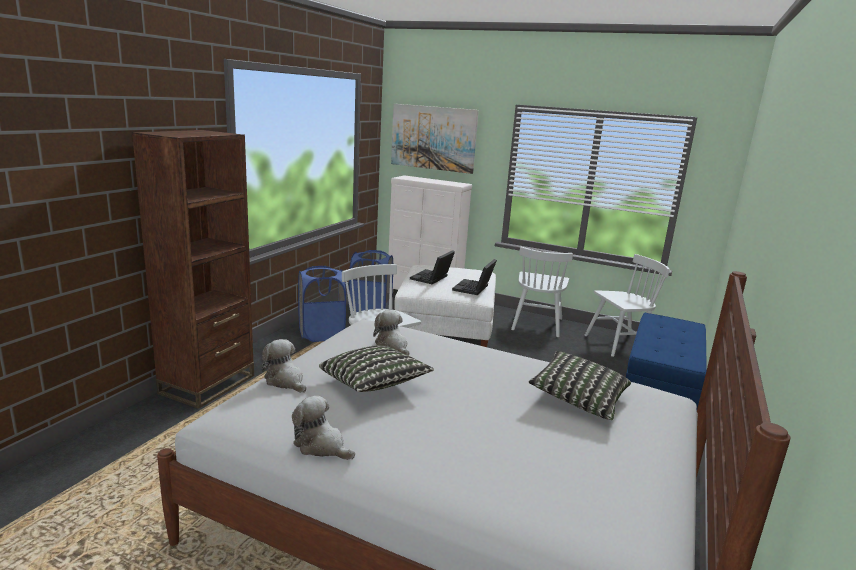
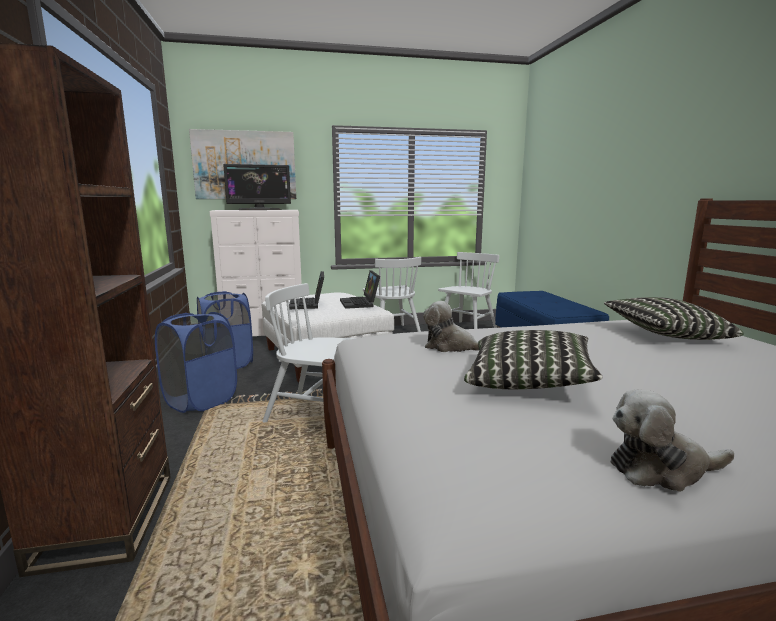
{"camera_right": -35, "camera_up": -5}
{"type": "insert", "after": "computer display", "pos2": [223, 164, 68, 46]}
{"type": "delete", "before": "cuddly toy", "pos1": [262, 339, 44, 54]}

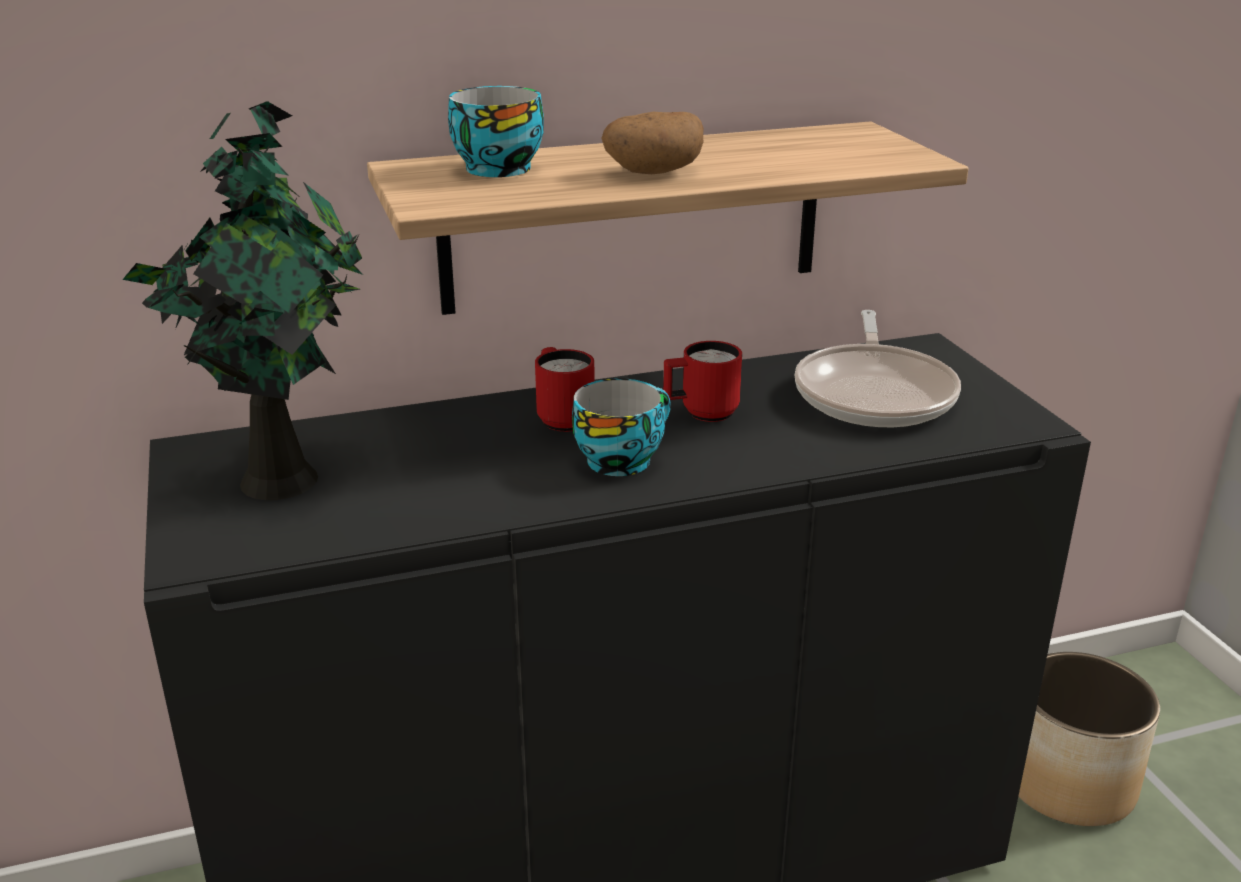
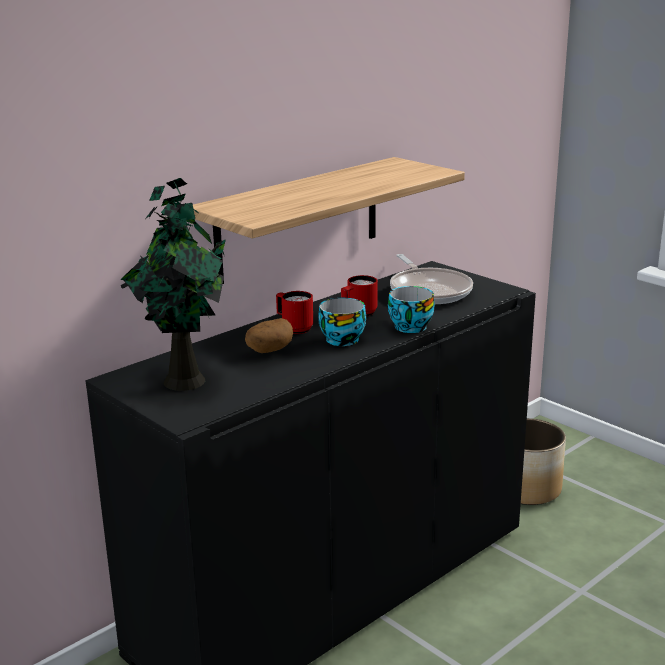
{"camera_right": -25, "camera_up": -5}
{"type": "move", "before": "whole potato", "pos1": [601, 112, 103, 62], "pos2": [245, 318, 48, 35]}
{"type": "move", "before": "drinking cup", "pos1": [448, 86, 96, 91], "pos2": [388, 286, 46, 47]}

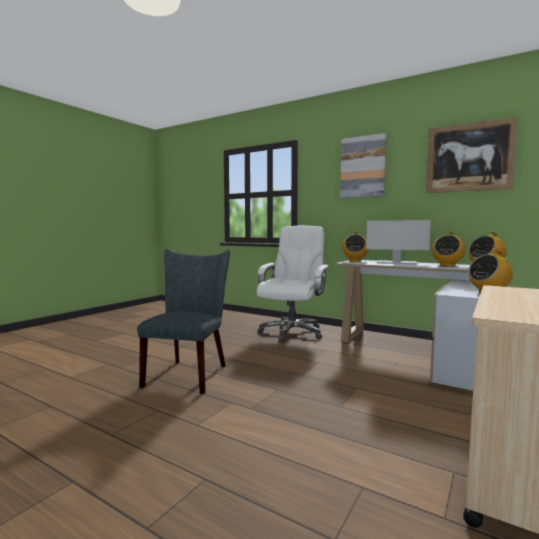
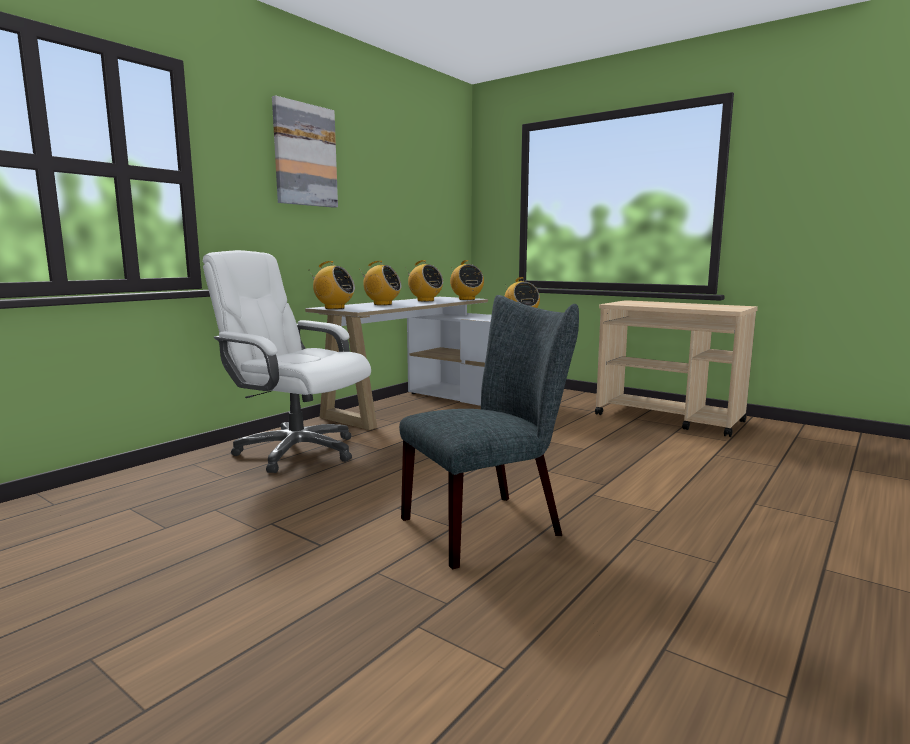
{"camera_right": -85, "camera_up": 5}
{"type": "replace", "before": "computer display", "after": "radio set", "pos1": [366, 220, 65, 45], "pos2": [360, 261, 41, 44]}
{"type": "rotate", "before": "chair in greyish", "pos1": [137, 249, 93, 145], "pos2": [399, 295, 180, 275], "turn": 135}
{"type": "delete", "before": "wall art", "pos1": [426, 117, 92, 76]}

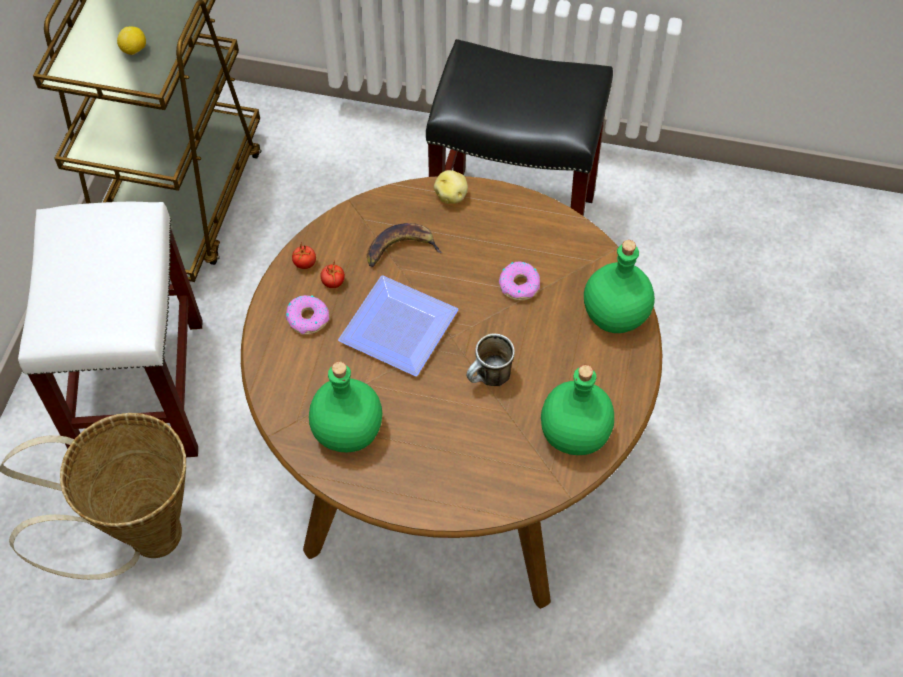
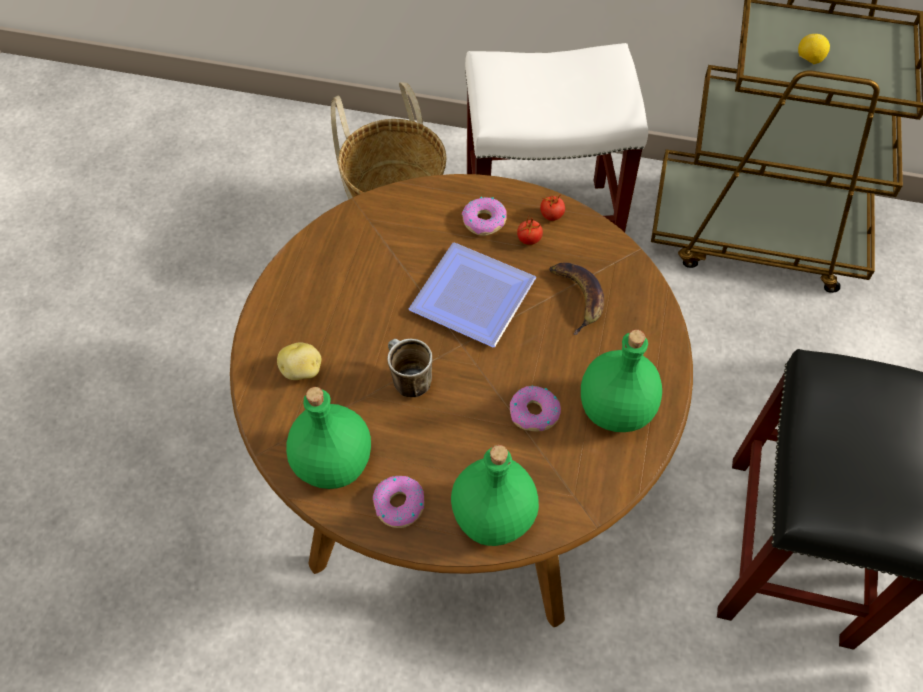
{"camera_right": 90, "camera_up": 0}
{"type": "move", "before": "whole potato", "pos1": [434, 170, 34, 34], "pos2": [277, 343, 45, 37]}
{"type": "insert", "after": "doughnut", "pos2": [373, 476, 51, 52]}
{"type": "move", "before": "bottle in green-coloured", "pos1": [309, 361, 73, 91], "pos2": [581, 329, 81, 103]}

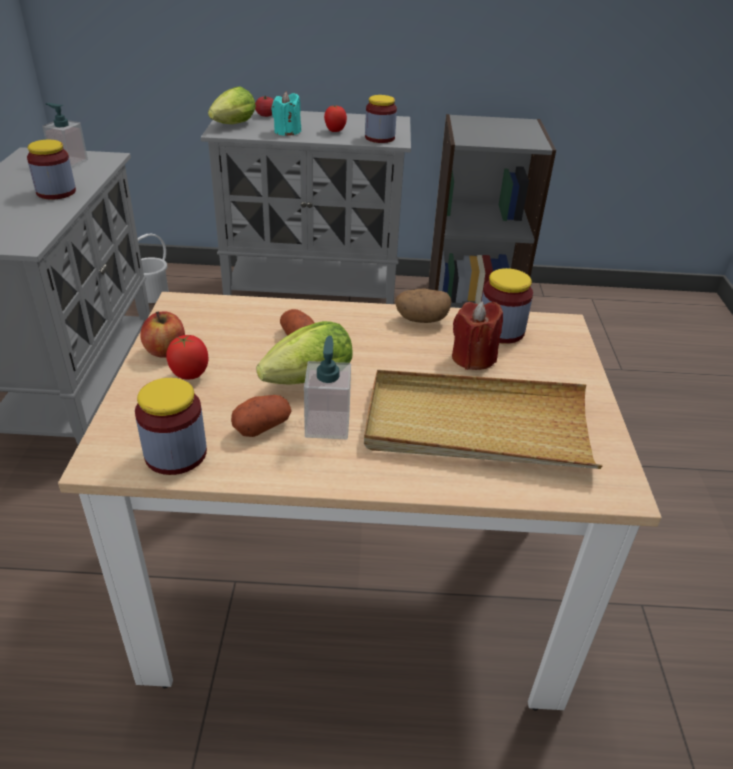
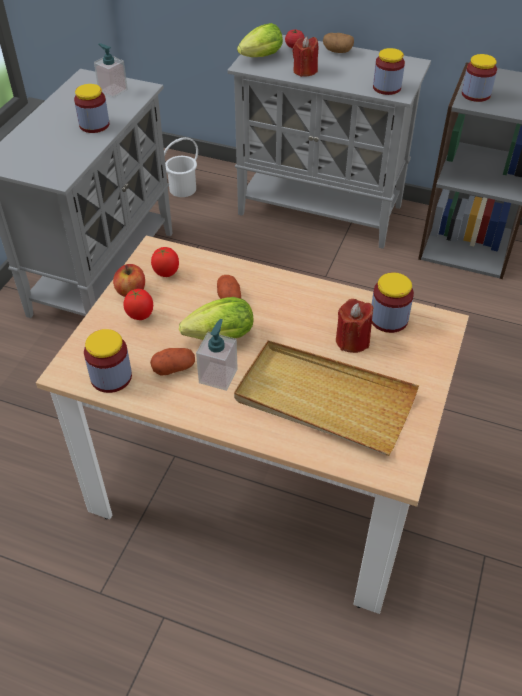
{"camera_right": 20, "camera_up": 10}
{"type": "move", "before": "whole tomato", "pos1": [324, 106, 23, 26], "pos2": [151, 247, 28, 30]}
{"type": "recolor", "before": "candle in blue-green", "after": "candle in red", "pos1": [271, 92, 30, 44], "pos2": [292, 36, 26, 41]}
{"type": "move", "before": "whole potato", "pos1": [395, 288, 56, 35], "pos2": [323, 33, 31, 20]}
{"type": "insert", "after": "jar", "pos2": [462, 54, 35, 48]}

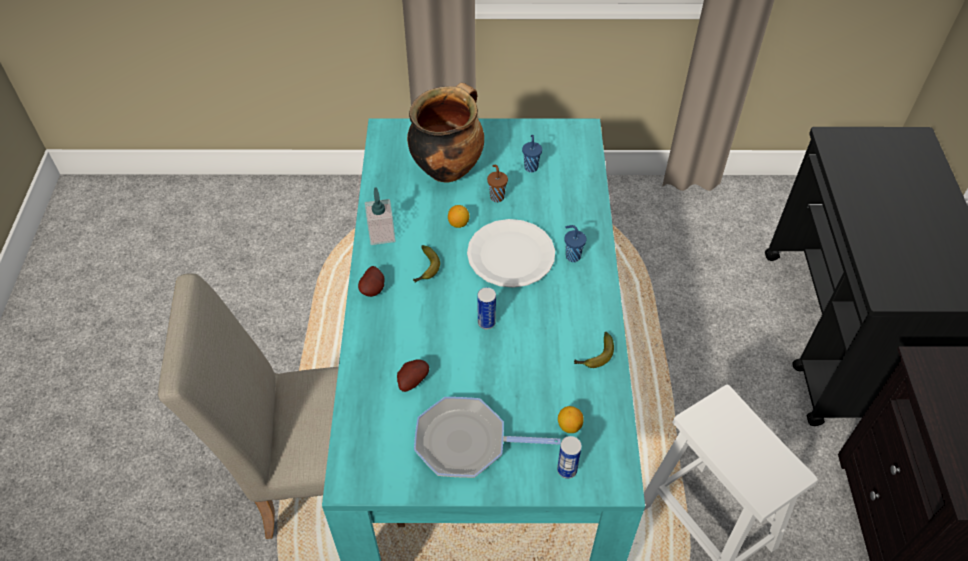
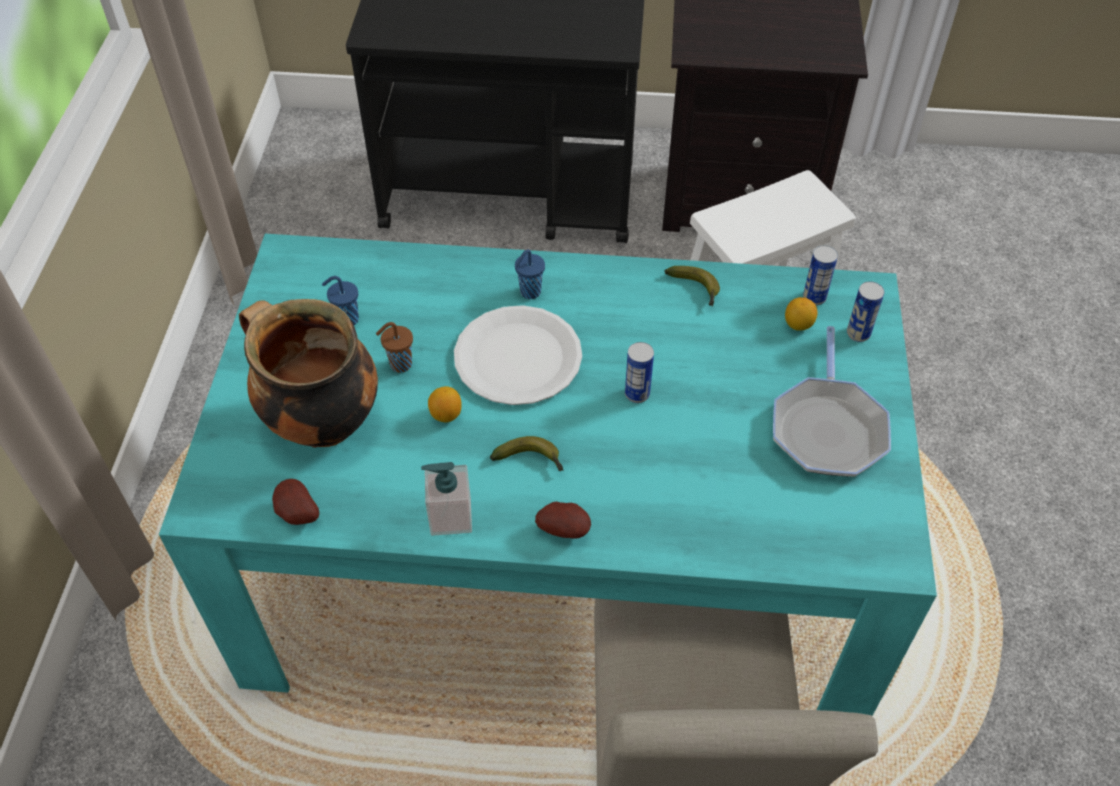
{"camera_right": -85, "camera_up": 0}
{"type": "move", "before": "whole potato", "pos1": [397, 359, 32, 33], "pos2": [272, 479, 47, 46]}
{"type": "insert", "after": "metal can", "pos2": [803, 245, 35, 60]}

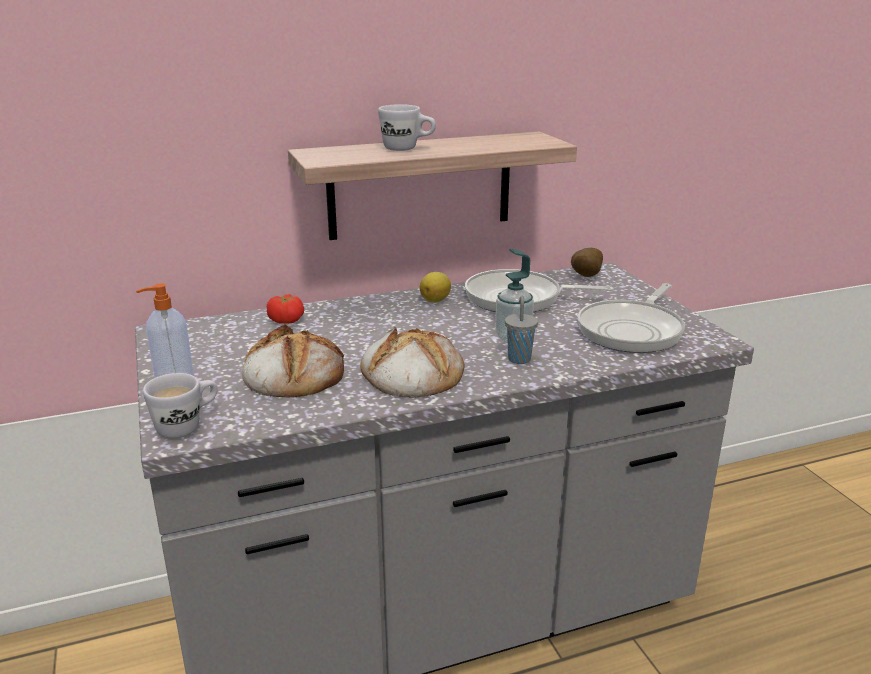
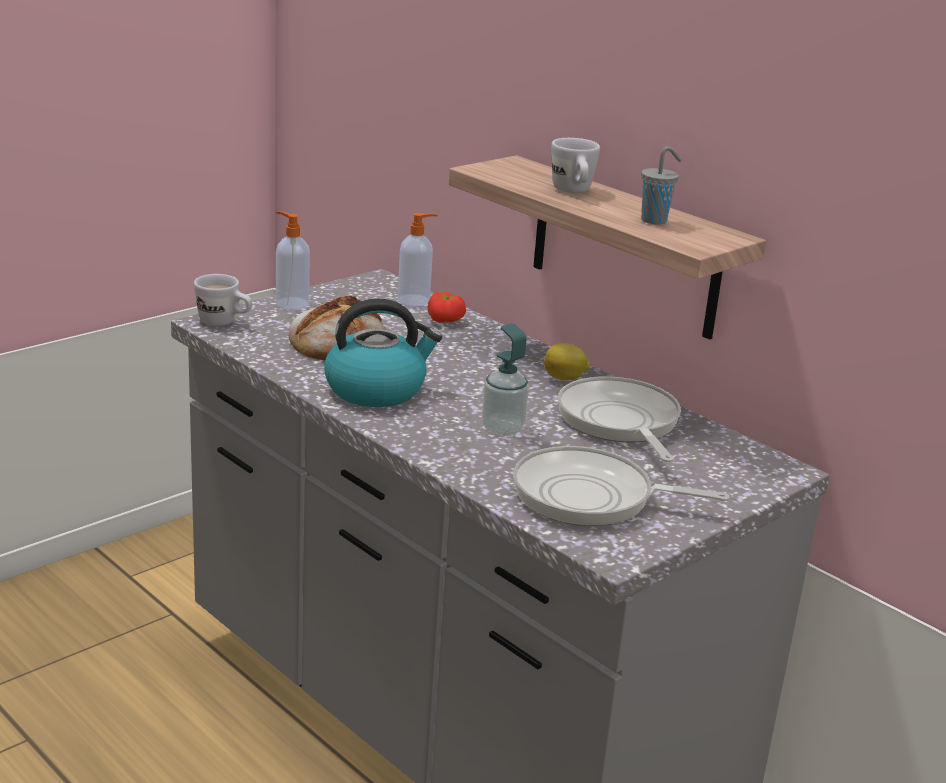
{"camera_right": 65, "camera_up": 0}
{"type": "replace", "before": "baked bread", "after": "tea kettle", "pos1": [361, 327, 104, 71], "pos2": [325, 299, 117, 108]}
{"type": "insert", "after": "liquid soap bottle", "pos2": [398, 213, 40, 93]}
{"type": "move", "before": "drinking cup in greyish", "pos1": [505, 296, 33, 68], "pos2": [641, 146, 41, 78]}
{"type": "delete", "before": "whole potato", "pos1": [571, 248, 32, 29]}

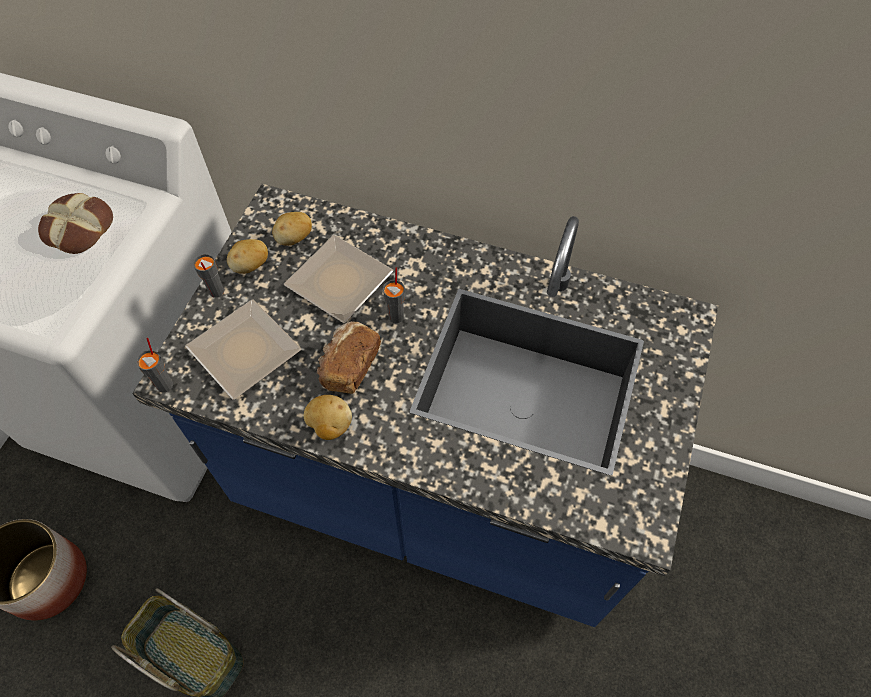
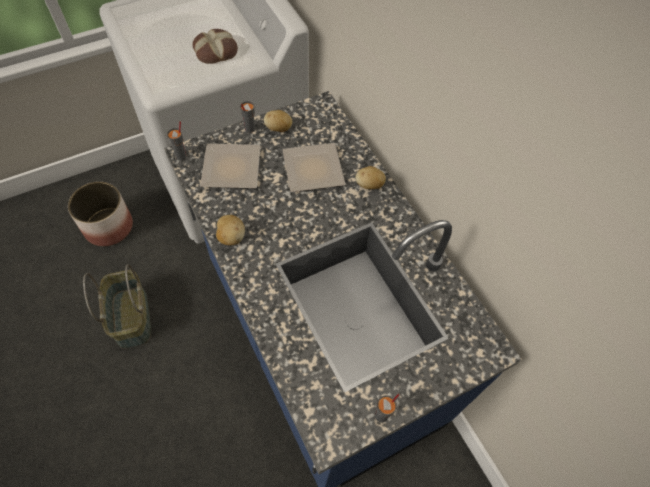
{"camera_right": 40, "camera_up": 0}
{"type": "move", "before": "whole potato", "pos1": [272, 212, 40, 34], "pos2": [355, 166, 31, 23]}
{"type": "move", "before": "drinking cup in greyish", "pos1": [383, 267, 22, 56], "pos2": [375, 394, 25, 28]}
{"type": "delete", "before": "baked bread", "pos1": [317, 321, 64, 73]}

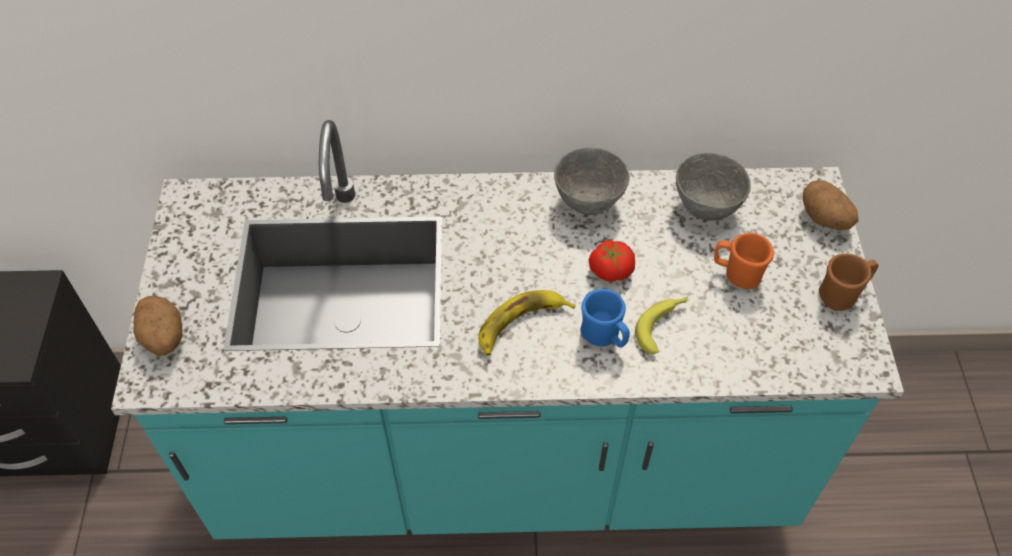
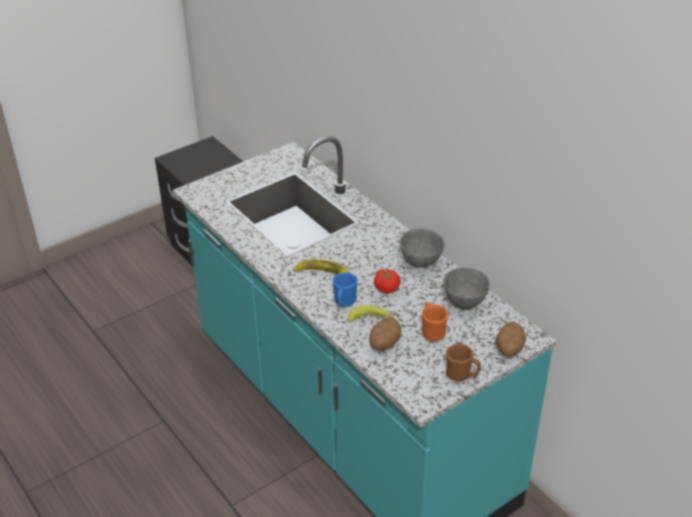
{"camera_right": 55, "camera_up": -15}
{"type": "move", "before": "whole potato", "pos1": [133, 296, 49, 59], "pos2": [370, 317, 31, 34]}

